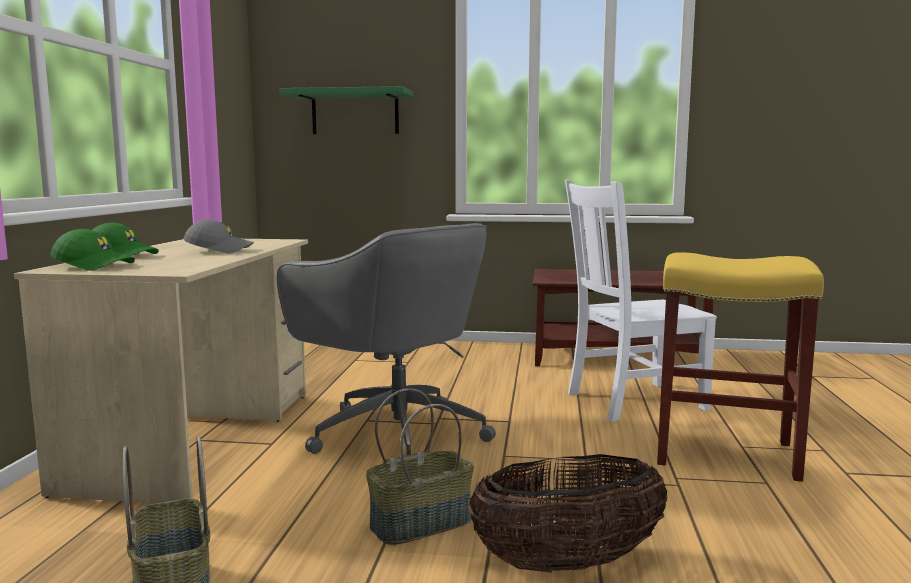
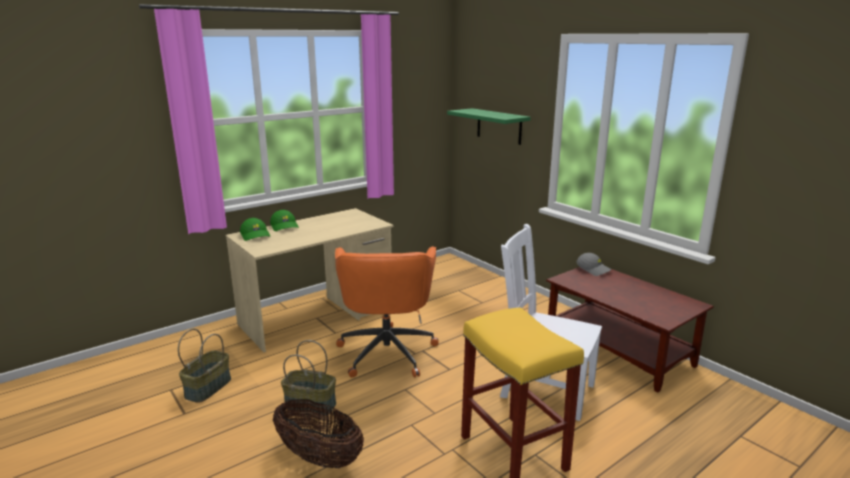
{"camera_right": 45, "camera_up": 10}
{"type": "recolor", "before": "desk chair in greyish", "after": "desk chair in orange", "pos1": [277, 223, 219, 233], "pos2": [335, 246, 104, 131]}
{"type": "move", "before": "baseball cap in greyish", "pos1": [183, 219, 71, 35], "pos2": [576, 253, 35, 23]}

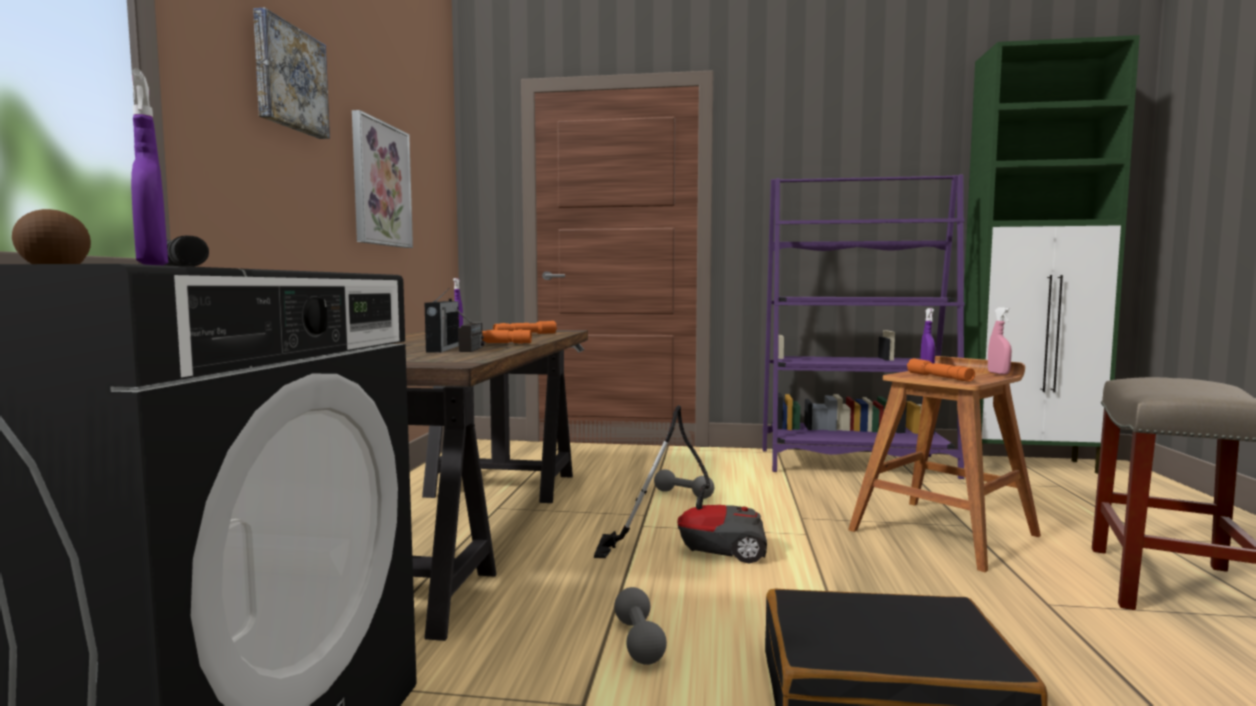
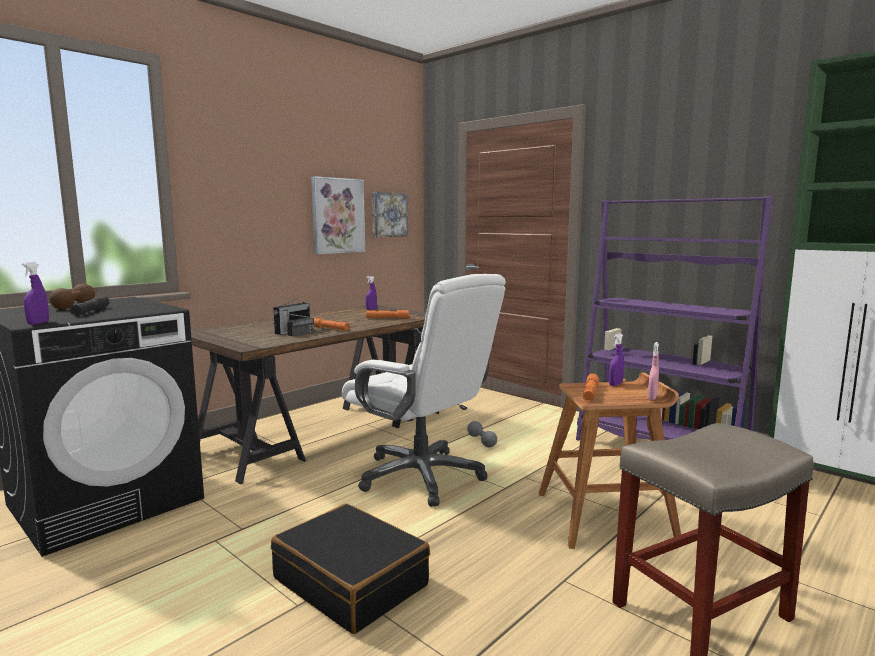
{"camera_right": 35, "camera_up": 5}
{"type": "replace", "before": "hoover", "after": "desk chair in white-coloured", "pos1": [594, 405, 173, 158], "pos2": [342, 274, 164, 232]}
{"type": "move", "before": "wall art", "pos1": [253, 8, 77, 131], "pos2": [372, 192, 36, 45]}
{"type": "delete", "before": "free weight in greyish", "pos1": [614, 587, 53, 78]}

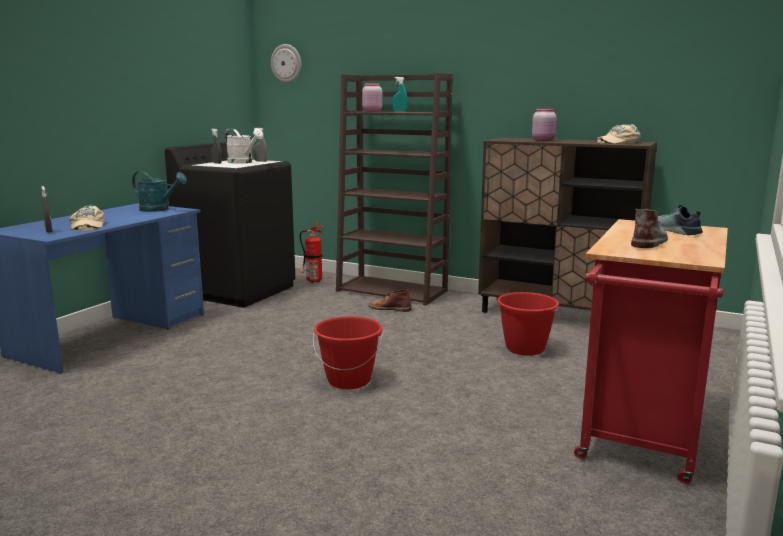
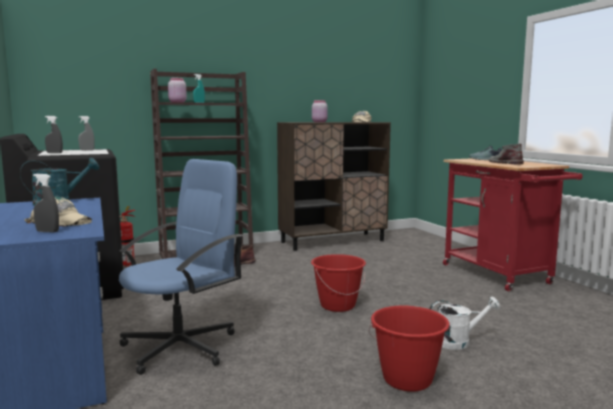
{"camera_right": -50, "camera_up": -5}
{"type": "insert", "after": "desk chair in blue", "pos2": [119, 159, 125, 216]}
{"type": "move", "before": "water bucket in red", "pos1": [497, 292, 62, 64], "pos2": [369, 305, 81, 87]}
{"type": "move", "before": "watering can in white-coloured", "pos1": [225, 128, 38, 36], "pos2": [430, 297, 70, 53]}
{"type": "delete", "before": "clock on the wall", "pos1": [271, 44, 30, 39]}

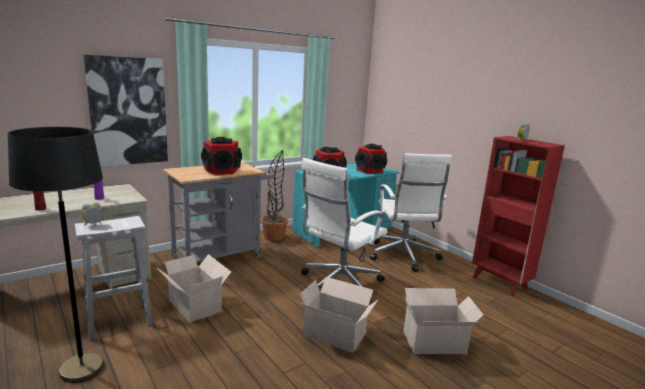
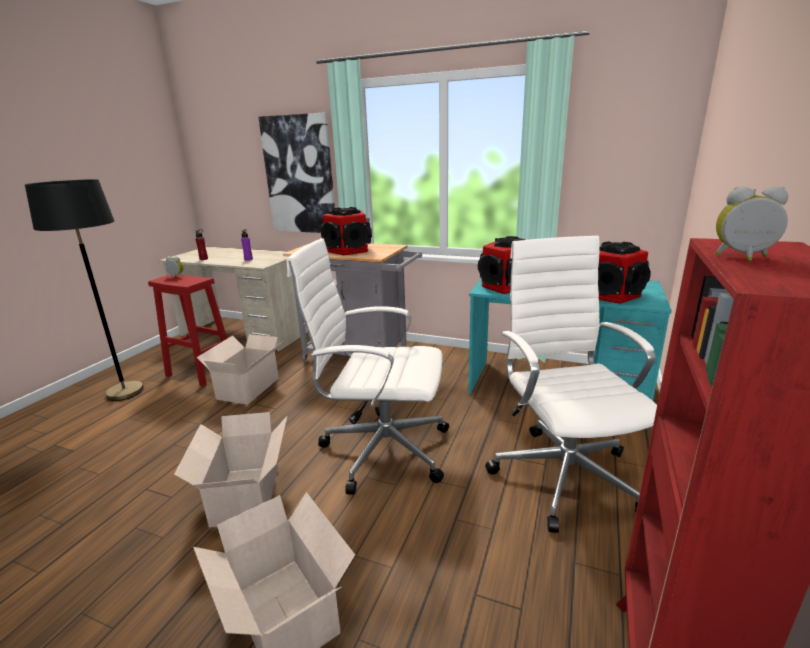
{"camera_right": 60, "camera_up": 5}
{"type": "recolor", "before": "stool seat in white-coloured", "after": "stool seat in red", "pos1": [75, 216, 78, 125], "pos2": [148, 274, 79, 113]}
{"type": "rotate", "before": "desk chair in white-coloured", "pos1": [370, 153, 82, 119], "pos2": [485, 235, 172, 298], "turn": 120}
{"type": "delete", "before": "houseplant", "pos1": [261, 150, 27, 91]}

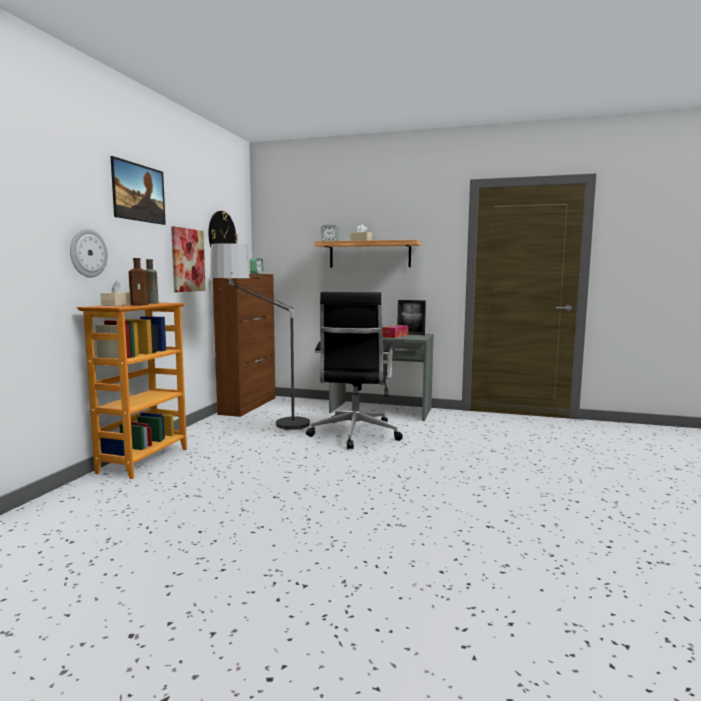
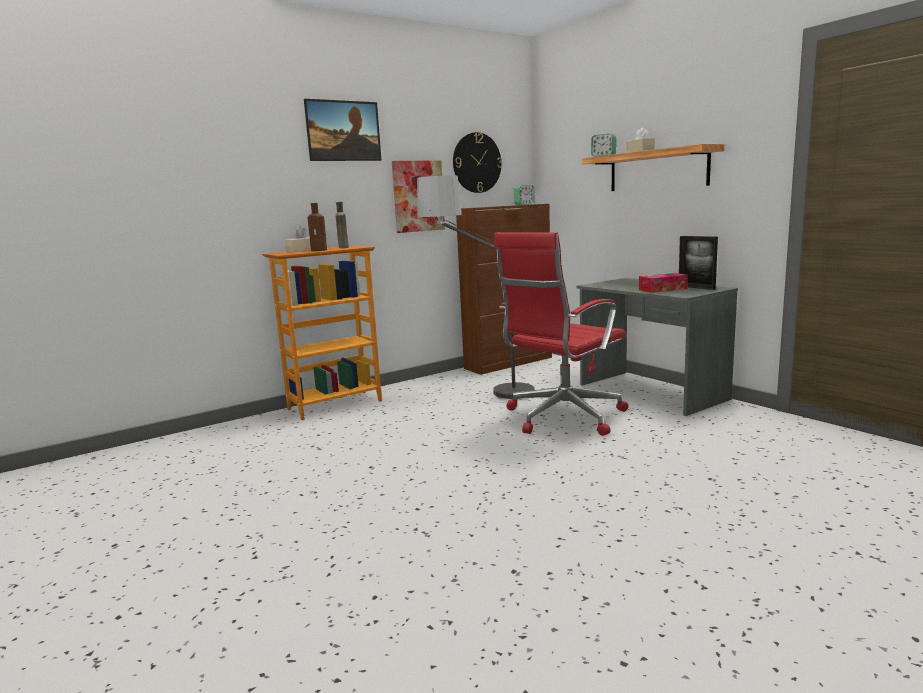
{"camera_right": 40, "camera_up": 5}
{"type": "recolor", "before": "desk chair in black-coloured", "after": "desk chair in red", "pos1": [306, 292, 97, 157], "pos2": [494, 232, 135, 204]}
{"type": "delete", "before": "clock on the wall", "pos1": [70, 229, 38, 49]}

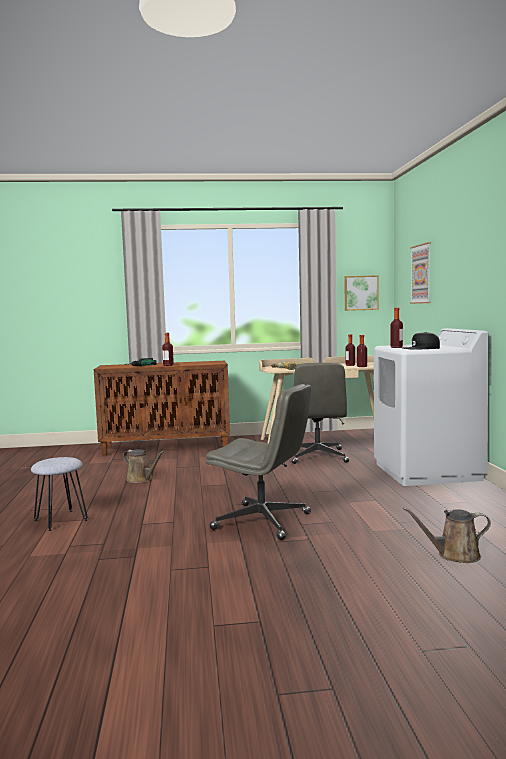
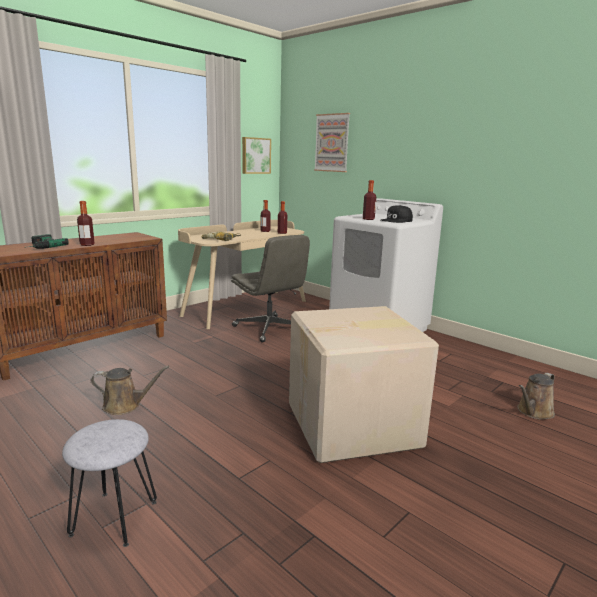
{"camera_right": -40, "camera_up": 10}
{"type": "replace", "before": "desk chair in greyish", "after": "packing box", "pos1": [206, 384, 106, 156], "pos2": [289, 306, 150, 157]}

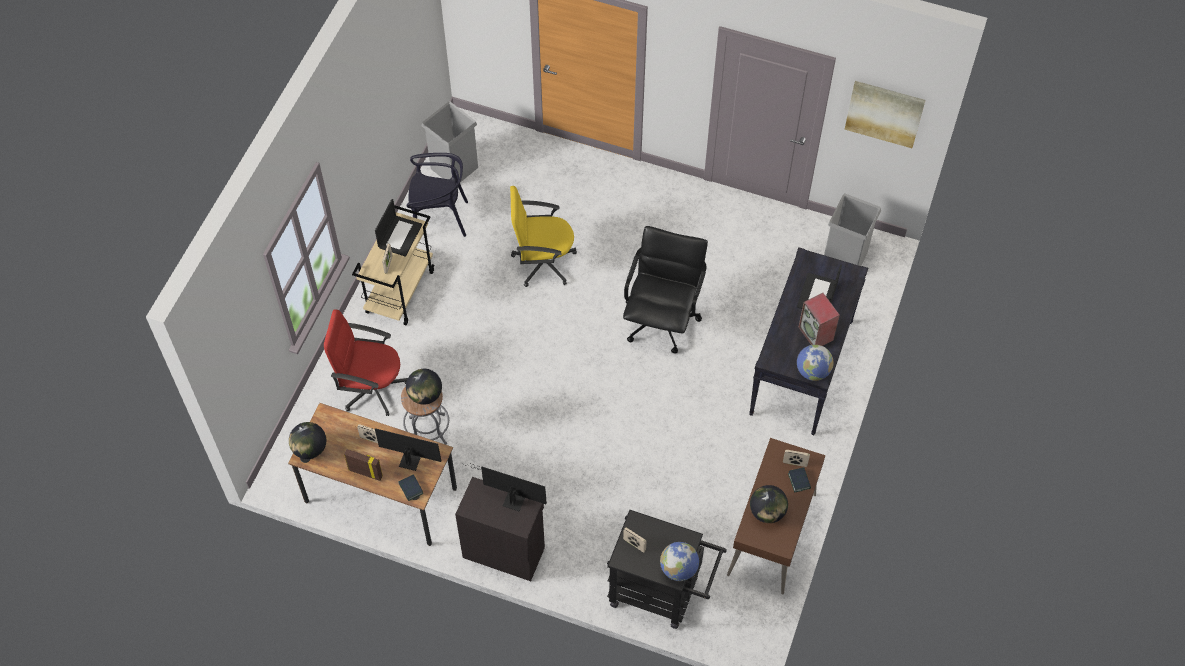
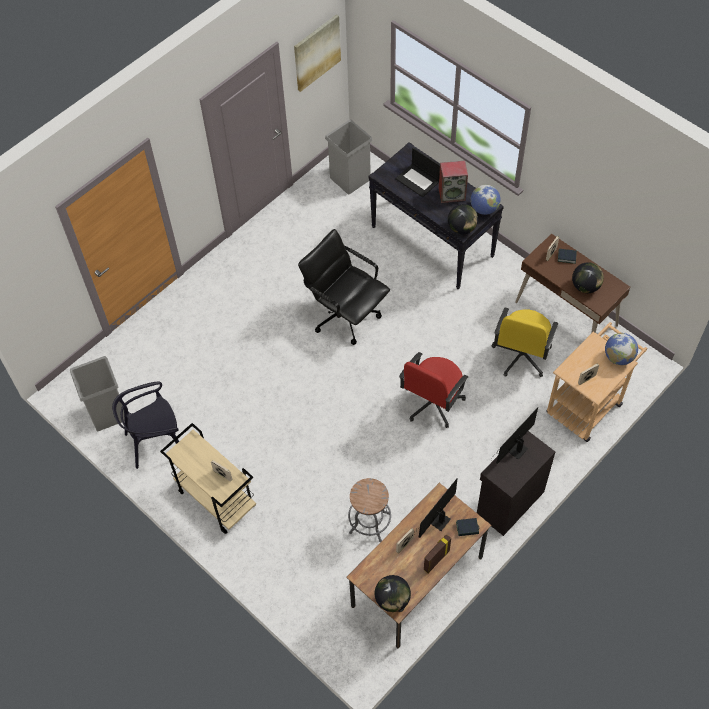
{"camera_right": -65, "camera_up": 0}
{"type": "rotate", "before": "chair in black-coloured", "pos1": [407, 153, 61, 84], "pos2": [112, 382, 67, 87], "turn": -135}
{"type": "move", "before": "desk chair in red", "pos1": [324, 309, 84, 107], "pos2": [399, 352, 69, 76]}
{"type": "move", "before": "world globe", "pos1": [406, 369, 36, 36], "pos2": [448, 204, 30, 30]}
{"type": "move", "before": "desk chair in yellowish", "pos1": [510, 186, 67, 101], "pos2": [491, 308, 67, 69]}
{"type": "recolor", "before": "trolley in black-coloured", "after": "trolley in sand-coloured", "pos1": [607, 510, 120, 119], "pos2": [546, 322, 101, 120]}
{"type": "delete", "before": "portable computer", "pos1": [375, 199, 47, 58]}

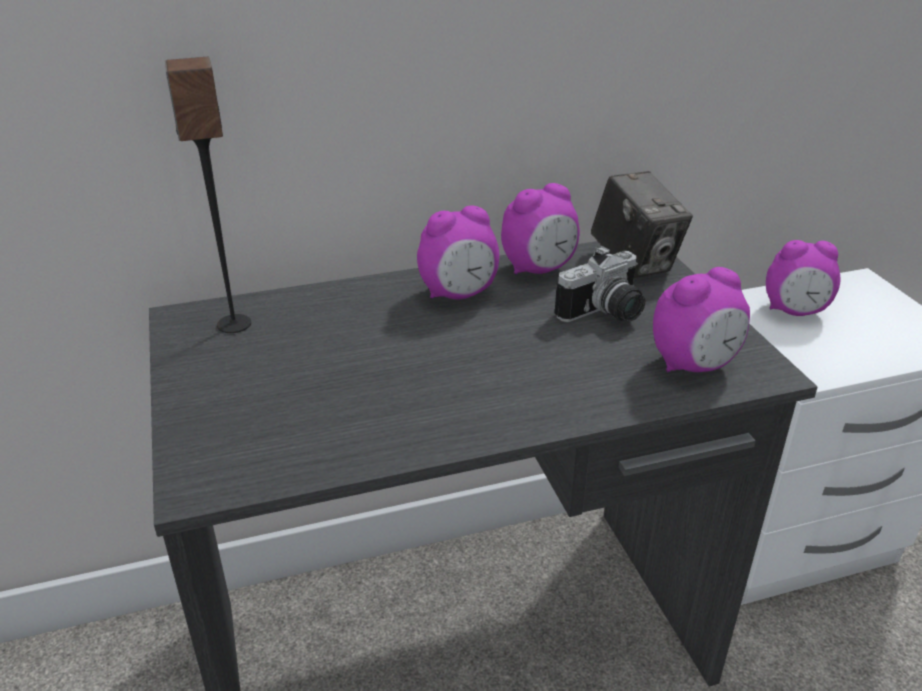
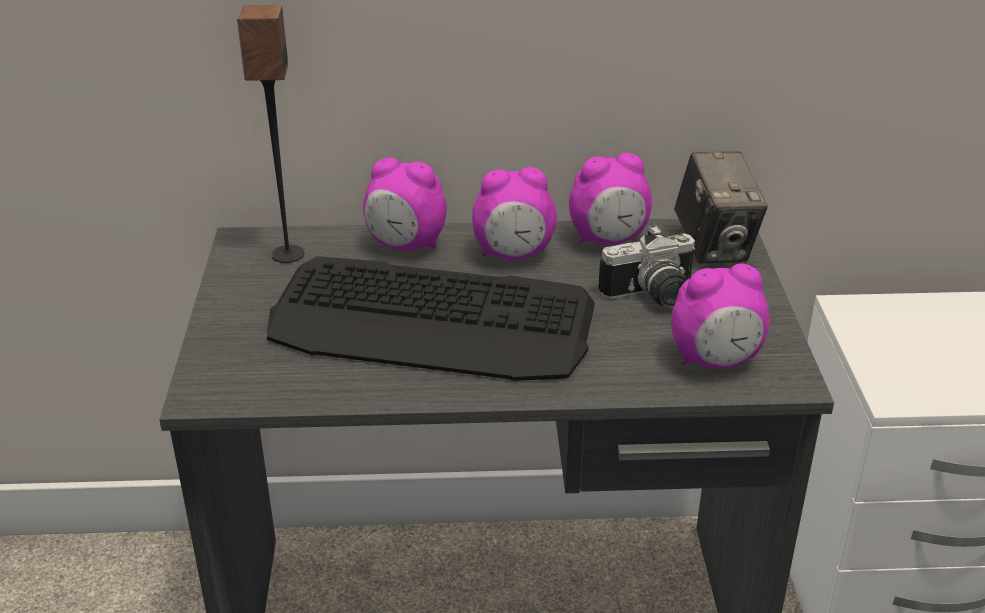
{"camera_right": 15, "camera_up": 0}
{"type": "insert", "after": "PC keyboard", "pos2": [267, 256, 328, 125]}
{"type": "move", "before": "alarm clock", "pos1": [766, 240, 74, 76], "pos2": [363, 158, 84, 93]}

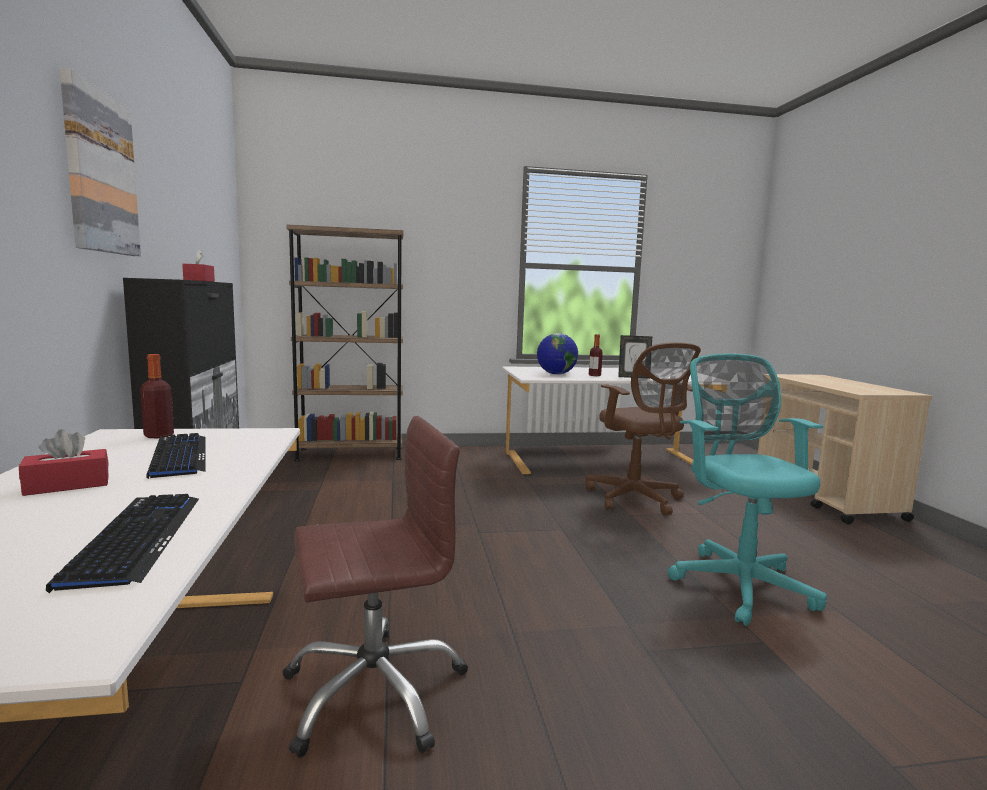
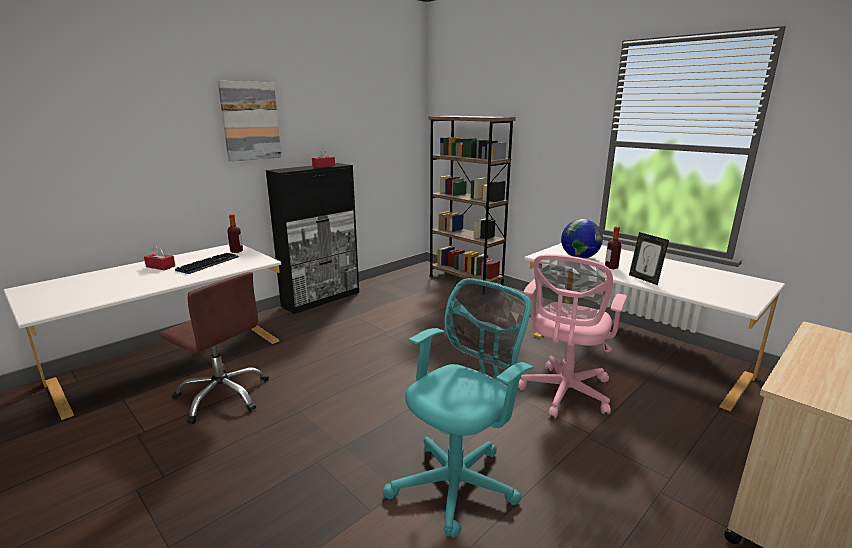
{"camera_right": 55, "camera_up": 10}
{"type": "recolor", "before": "desk chair in brown", "after": "desk chair in pinkish", "pos1": [586, 342, 115, 174], "pos2": [518, 254, 109, 164]}
{"type": "delete", "before": "PC keyboard", "pos1": [46, 494, 153, 99]}

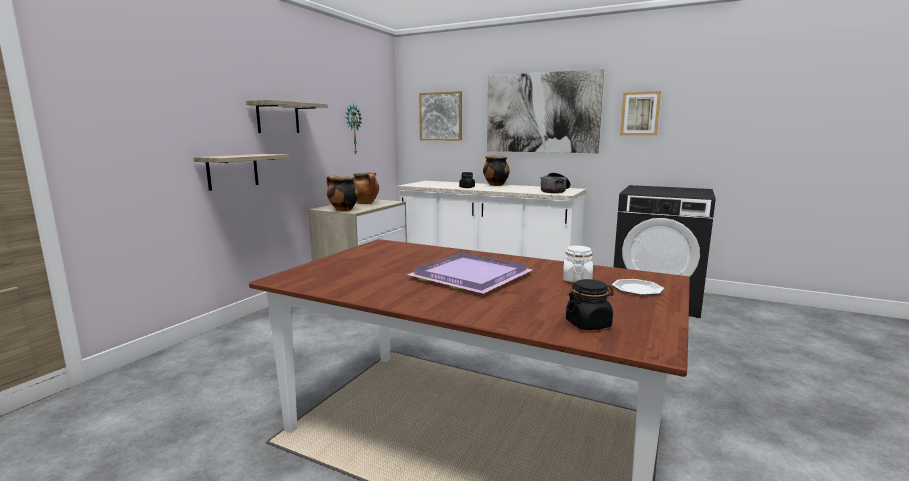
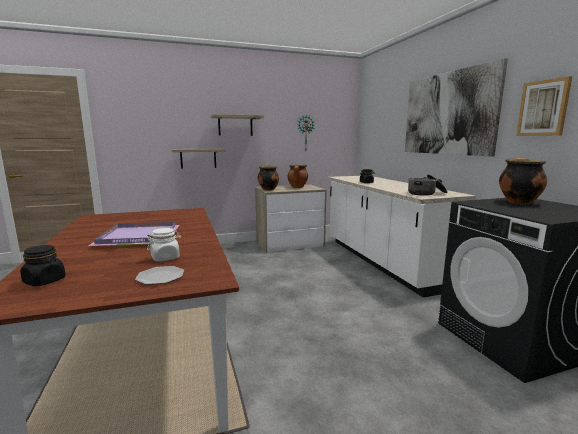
{"camera_right": 45, "camera_up": 0}
{"type": "move", "before": "cooking pot", "pos1": [483, 155, 27, 31], "pos2": [499, 158, 48, 46]}
{"type": "delete", "before": "wall art", "pos1": [419, 91, 43, 49]}

